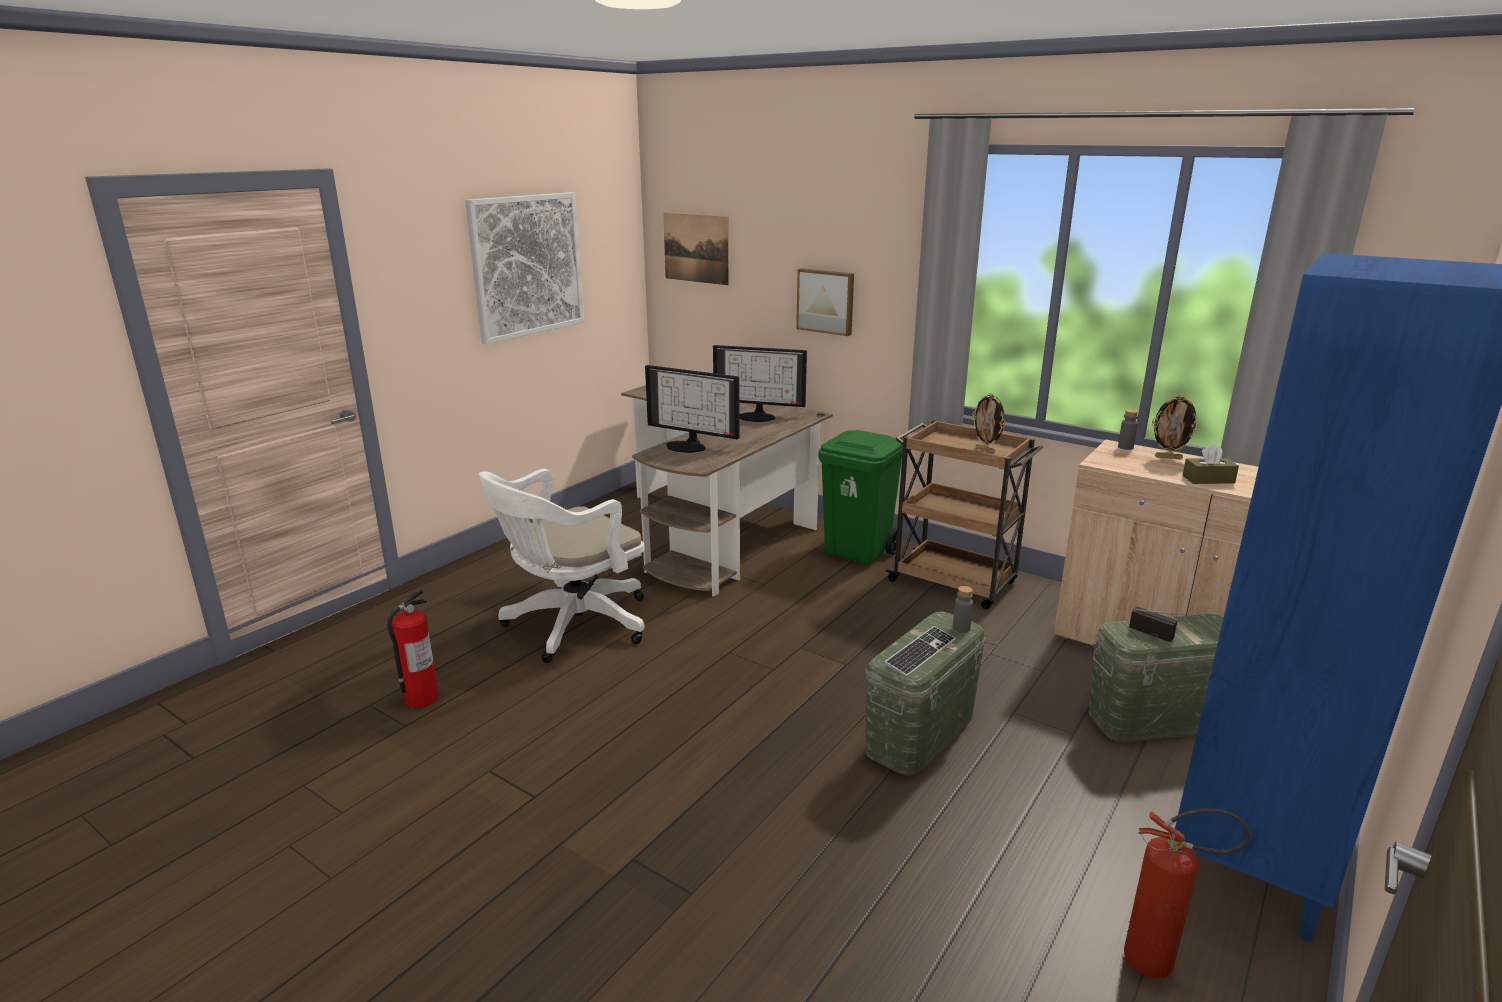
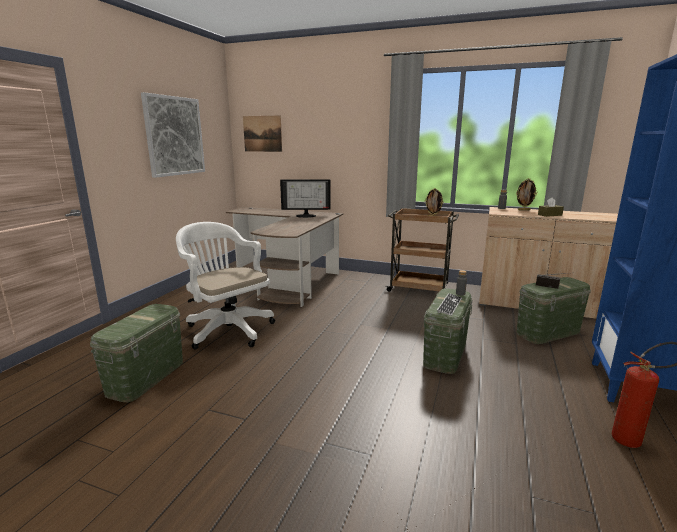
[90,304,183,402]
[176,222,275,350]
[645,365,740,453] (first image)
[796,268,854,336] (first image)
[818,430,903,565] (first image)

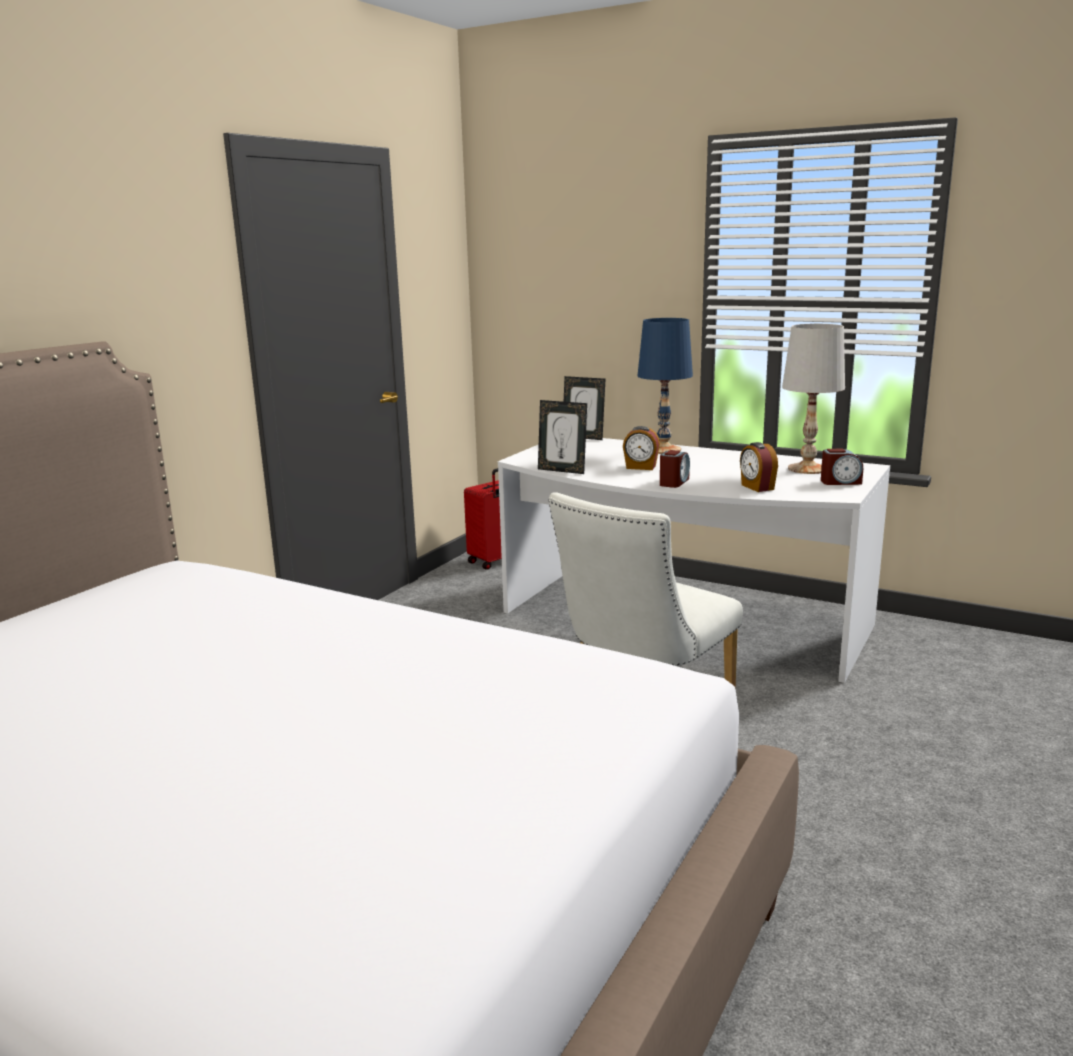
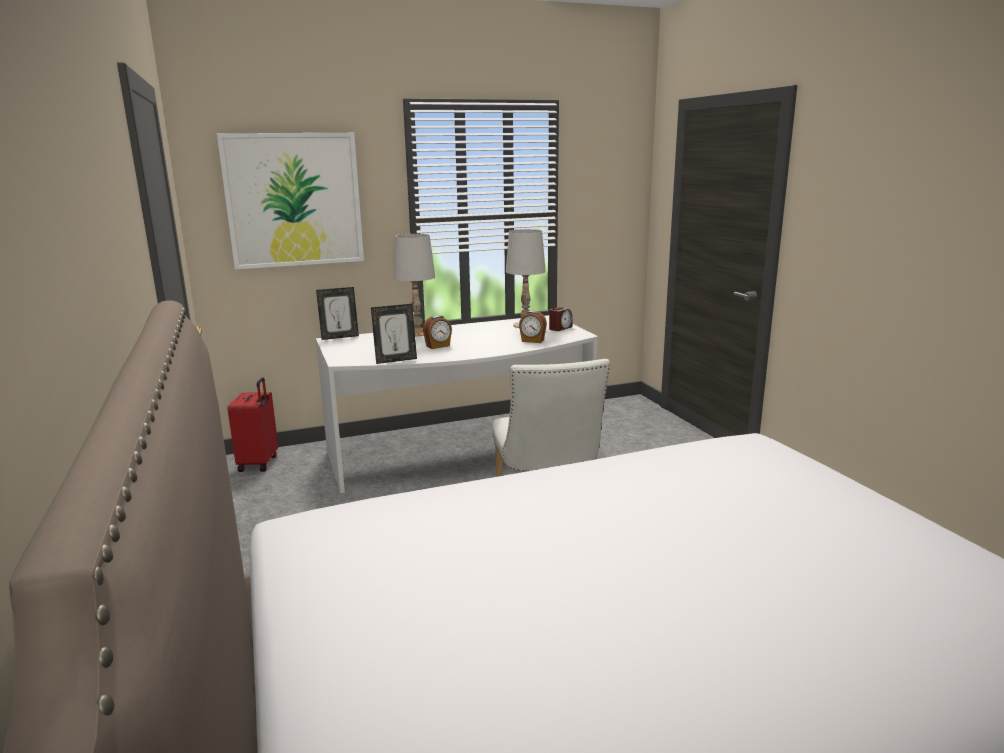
[217,133,364,269]
[394,234,435,336]
[660,450,690,488] (first image)

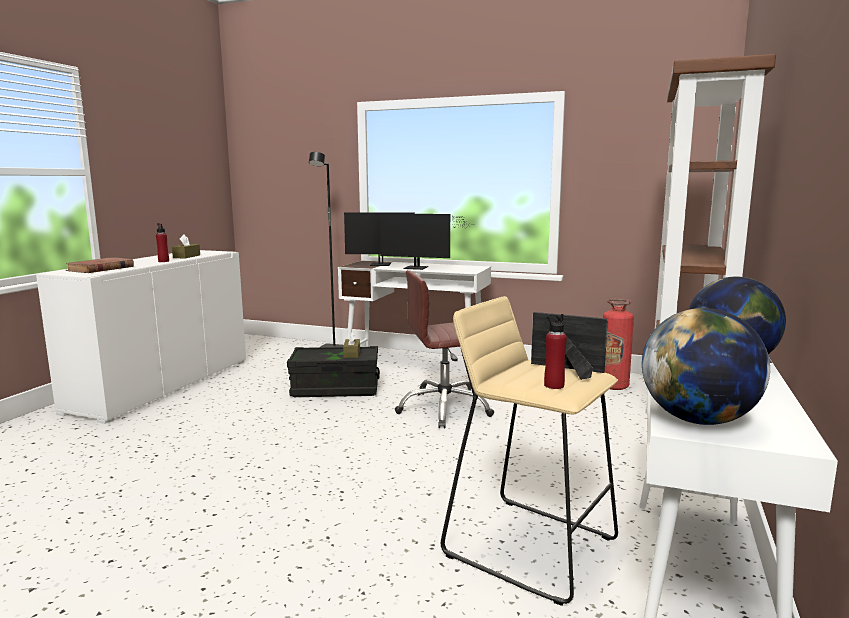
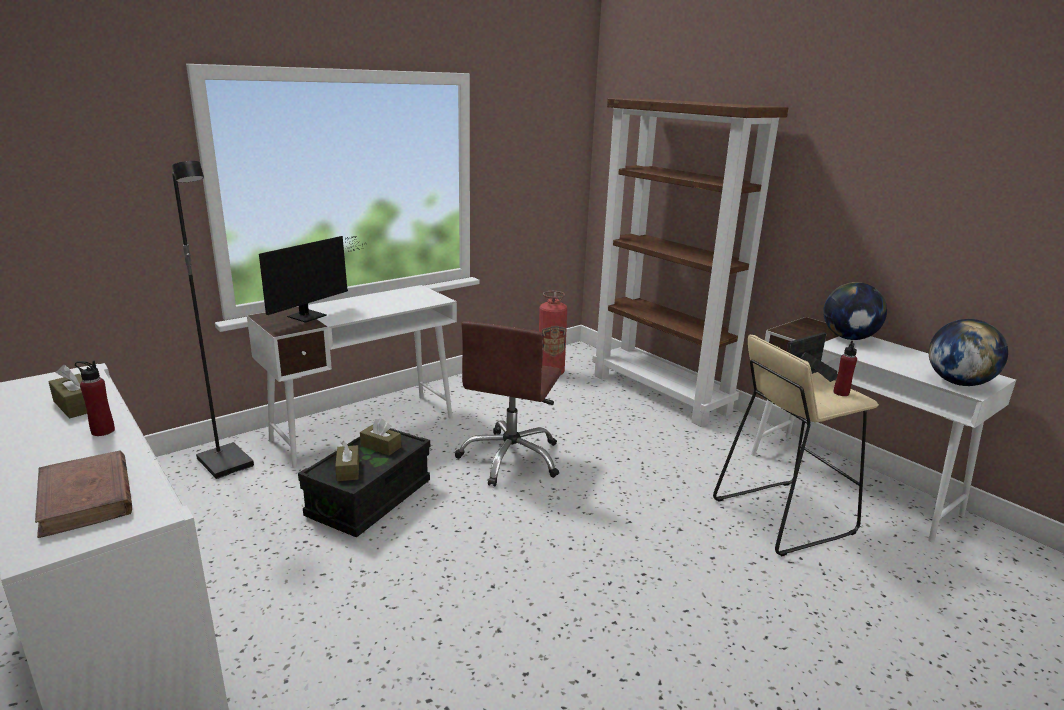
[335,441,359,481]
[380,213,472,270] (first image)

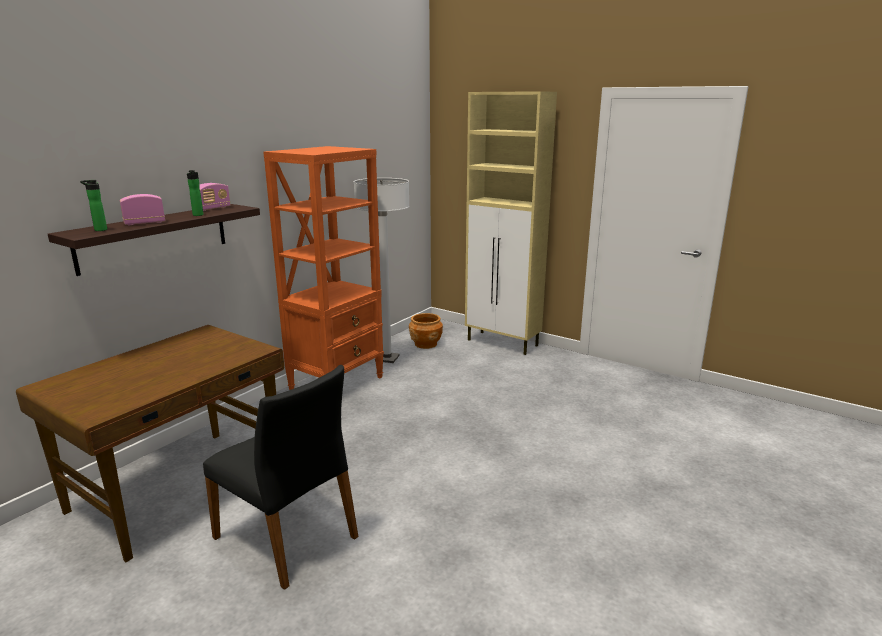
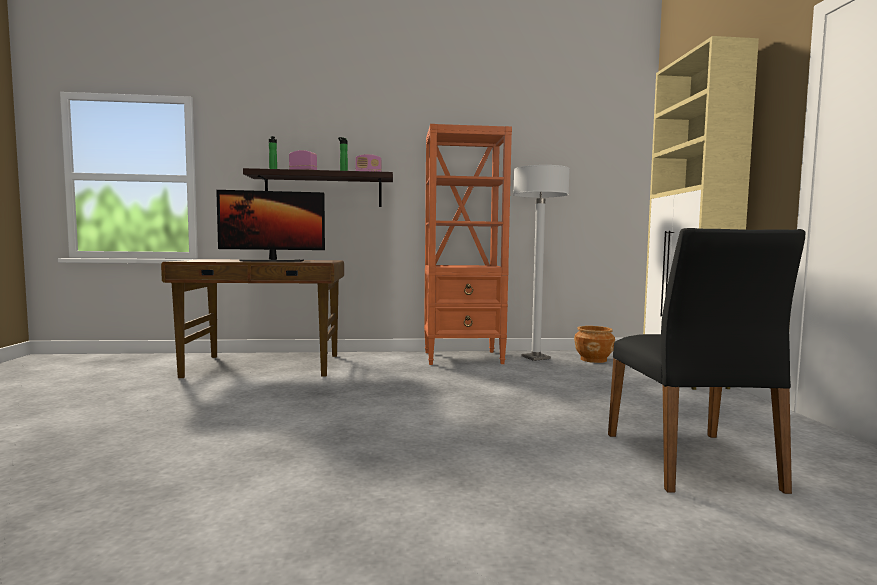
[216,190,325,262]
[608,228,805,494]

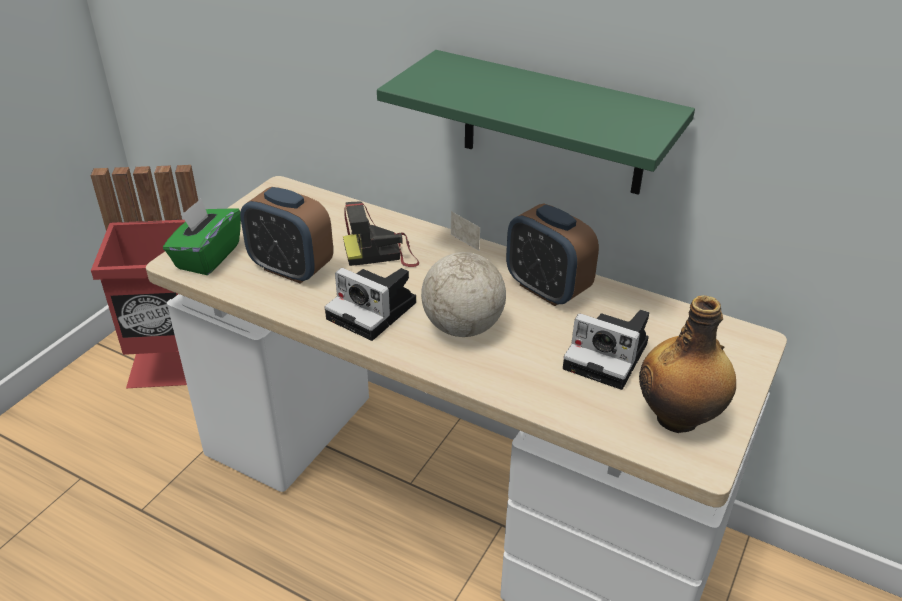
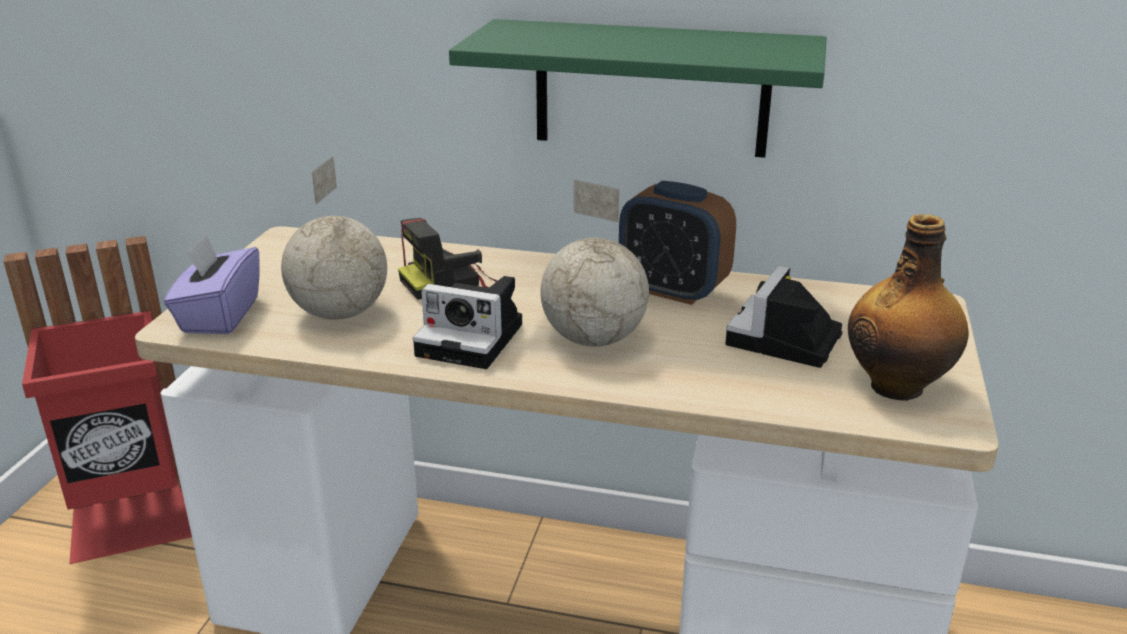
[164,234,260,334]
[281,156,387,320]
[725,266,842,368]

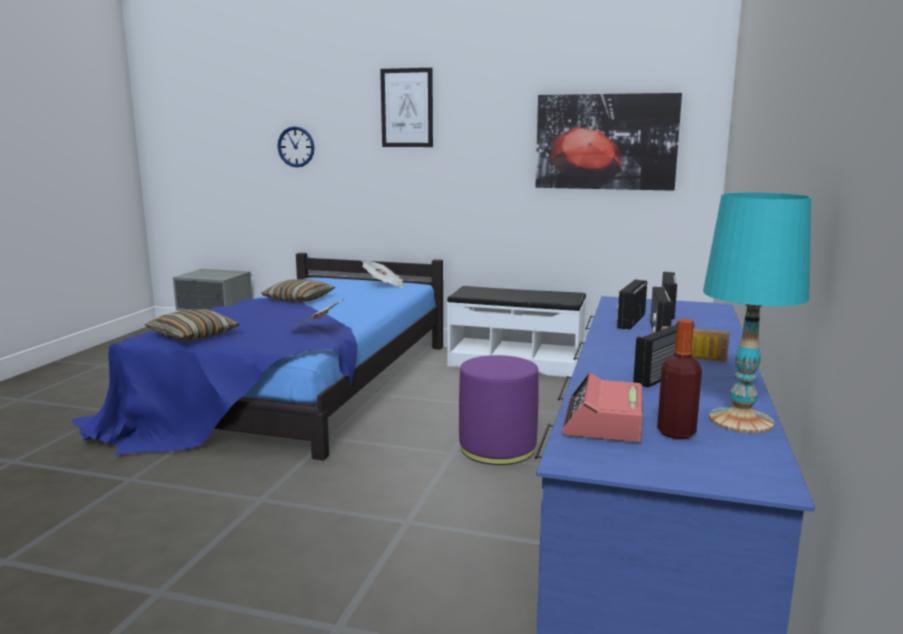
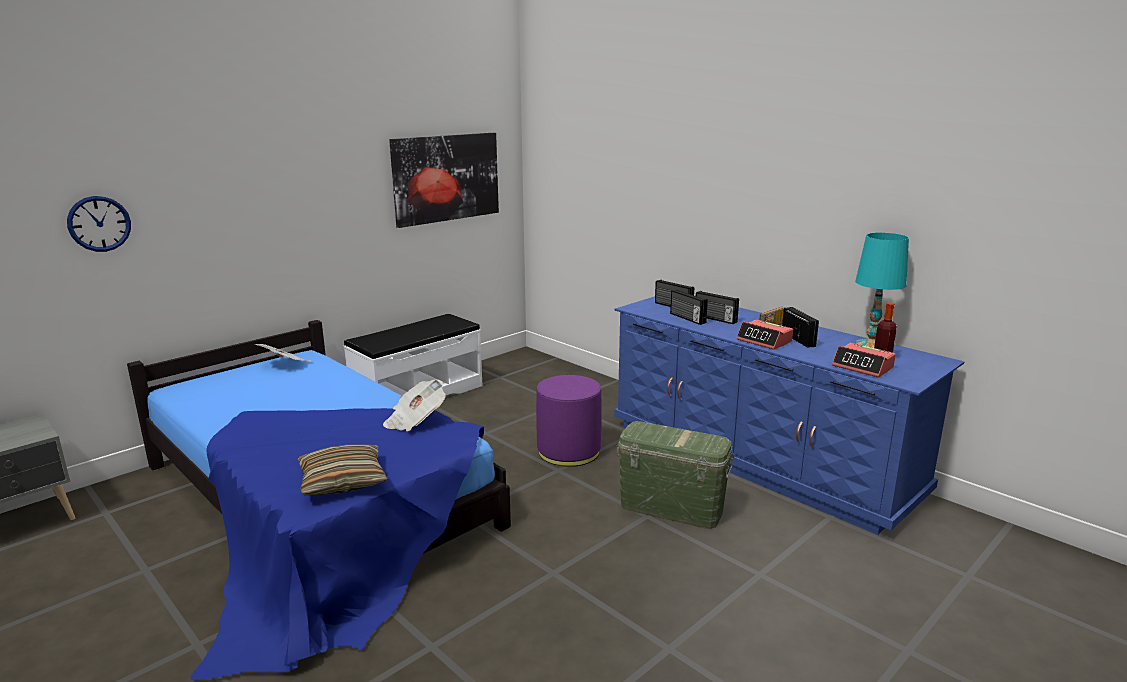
[616,421,735,529]
[736,320,793,350]
[261,279,335,302] (first image)
[380,68,433,147] (first image)

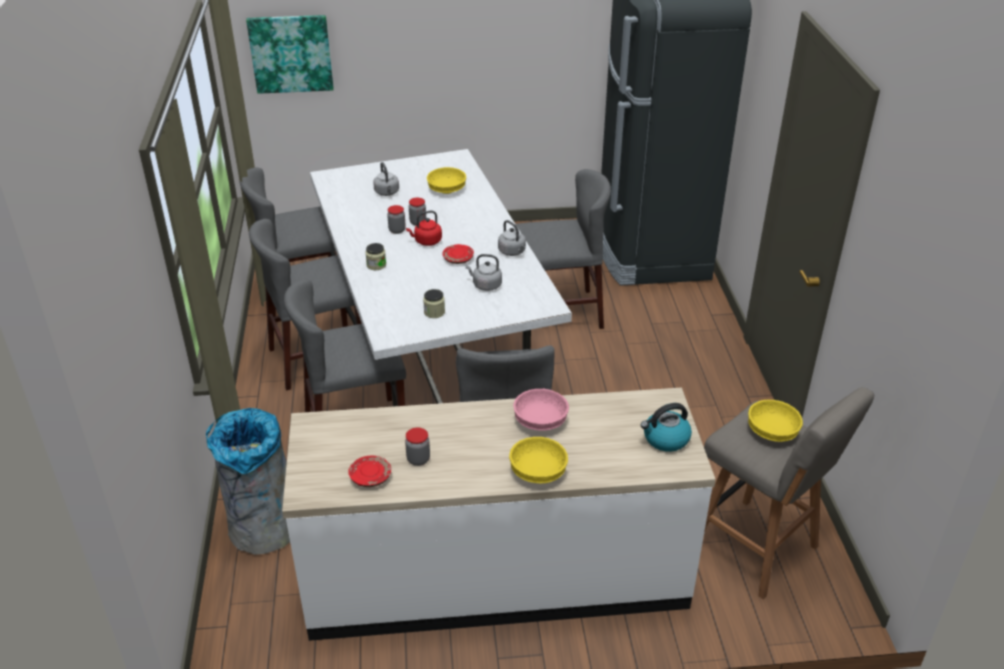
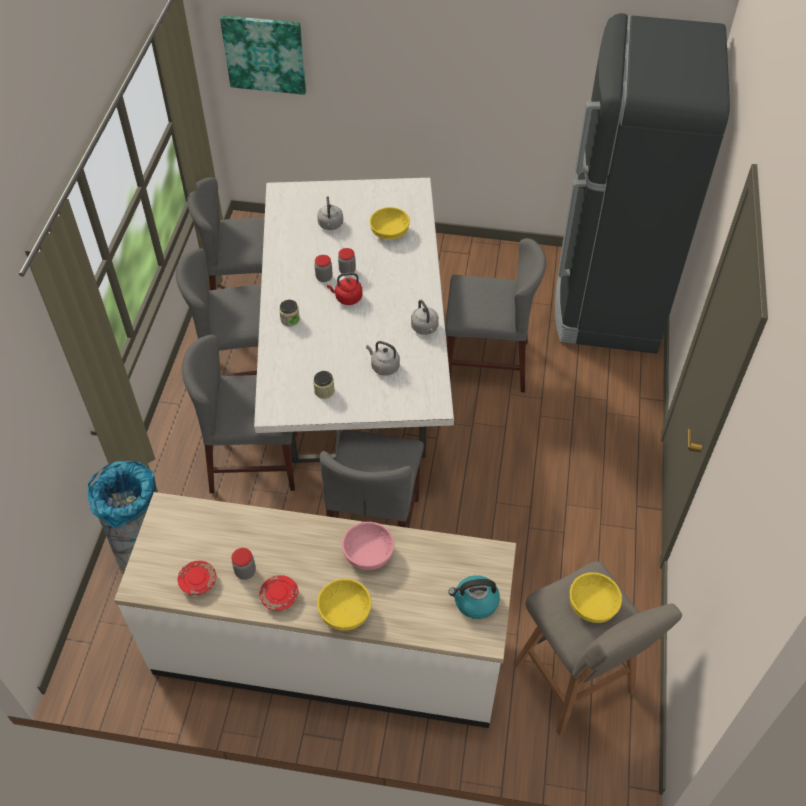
[259,575,298,611]

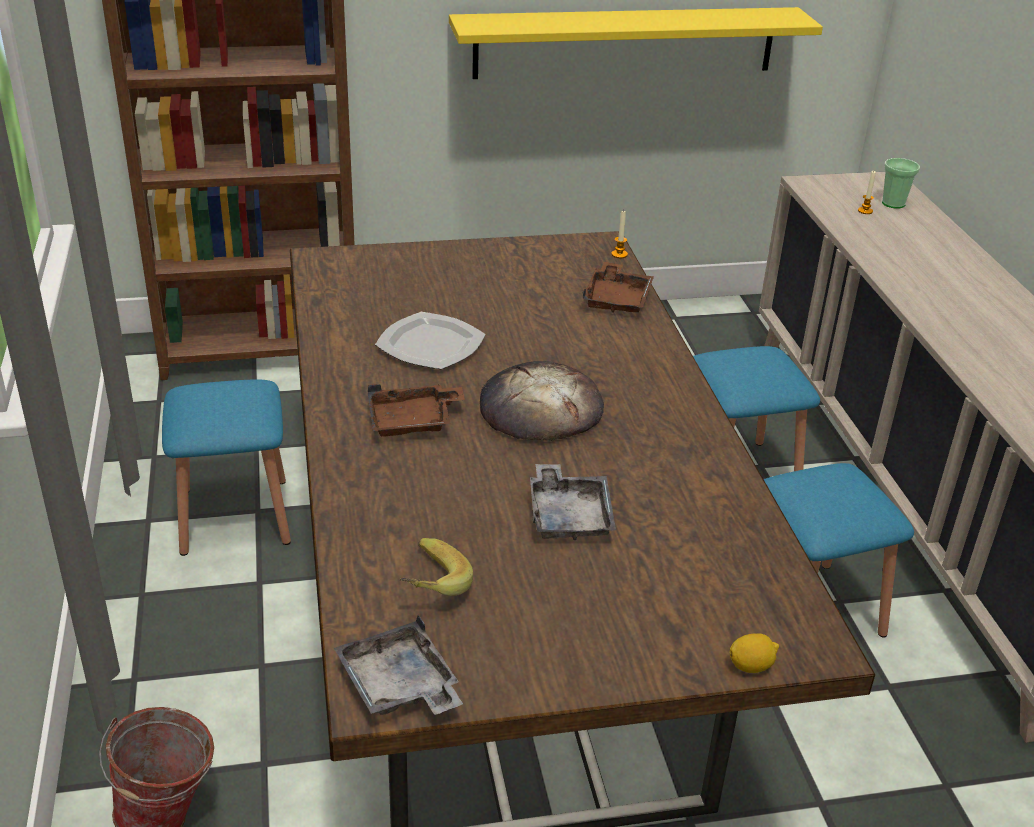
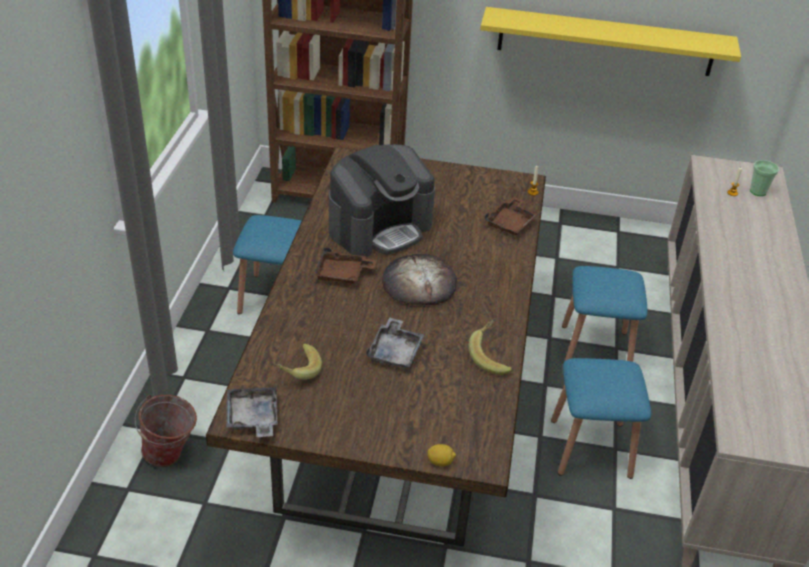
[329,144,435,257]
[469,318,512,375]

